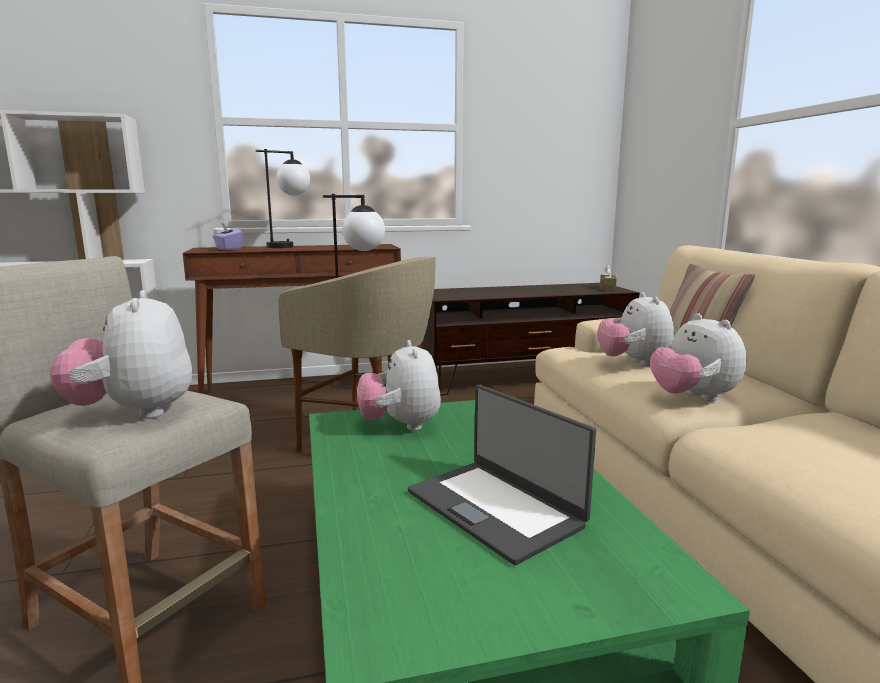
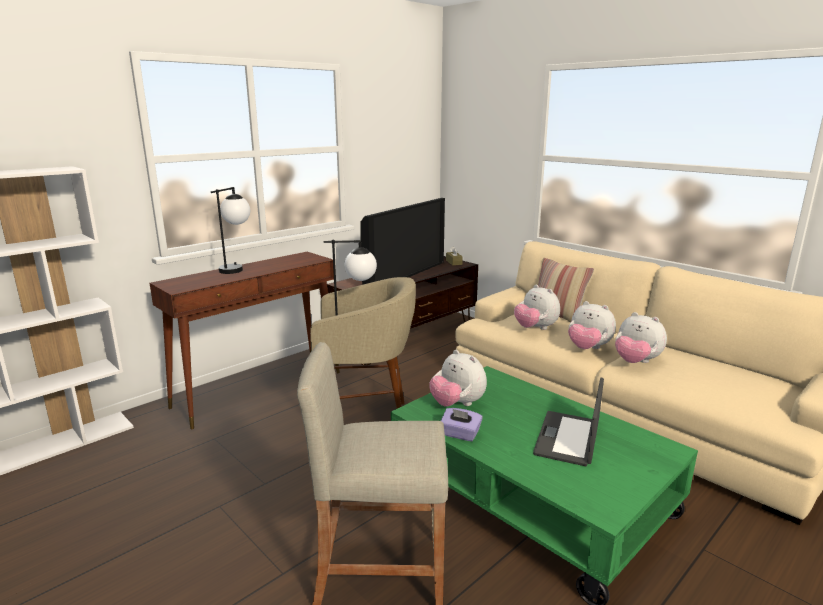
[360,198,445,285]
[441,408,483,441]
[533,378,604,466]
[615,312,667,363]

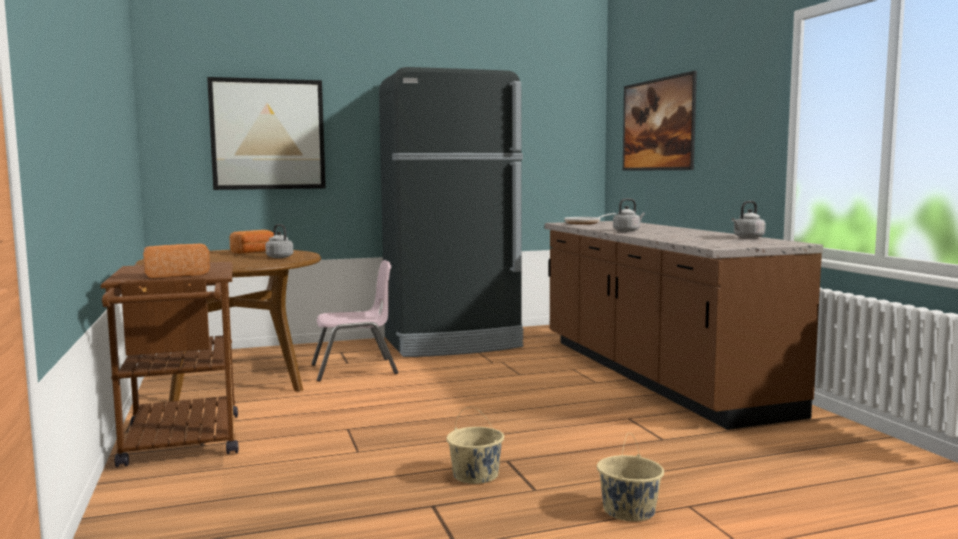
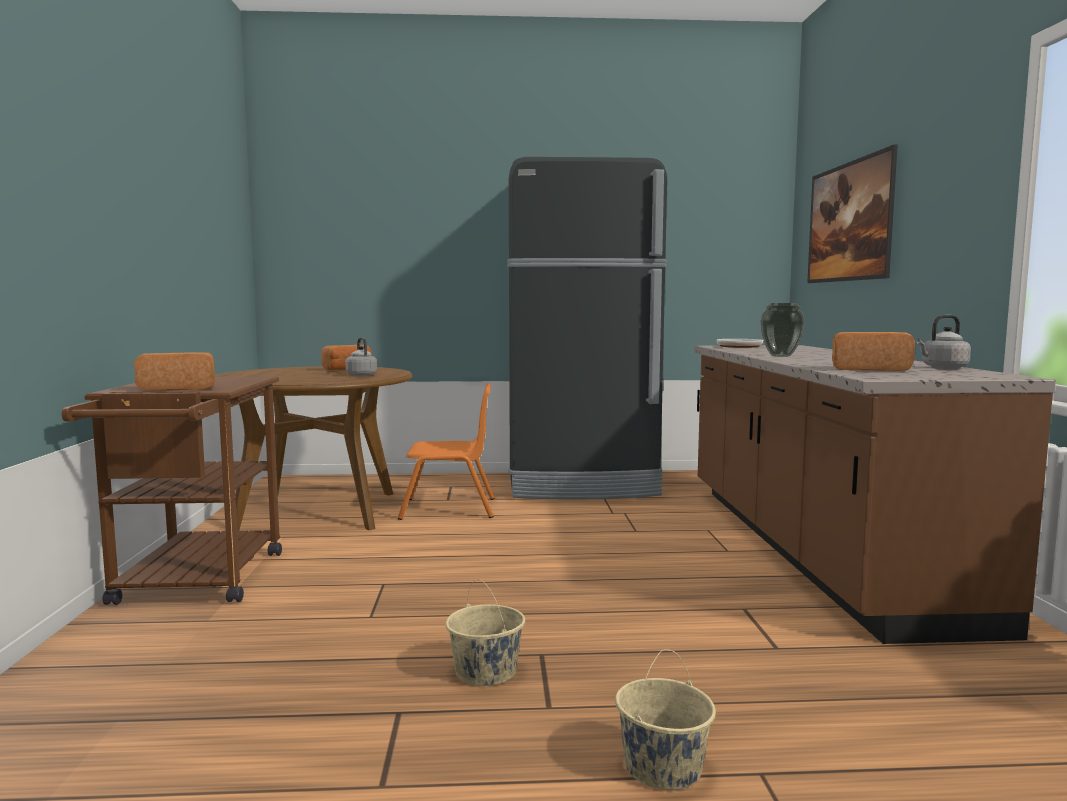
[398,383,495,520]
[760,303,805,357]
[832,332,915,371]
[207,77,326,190] (first image)

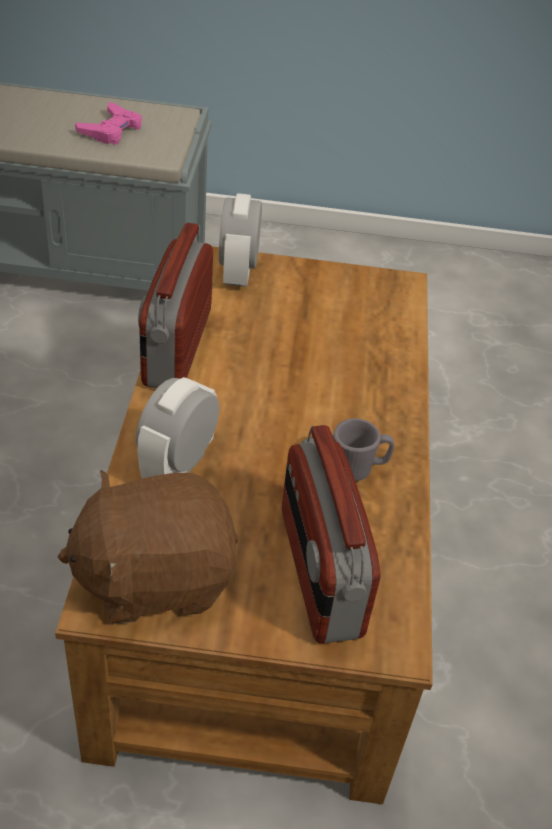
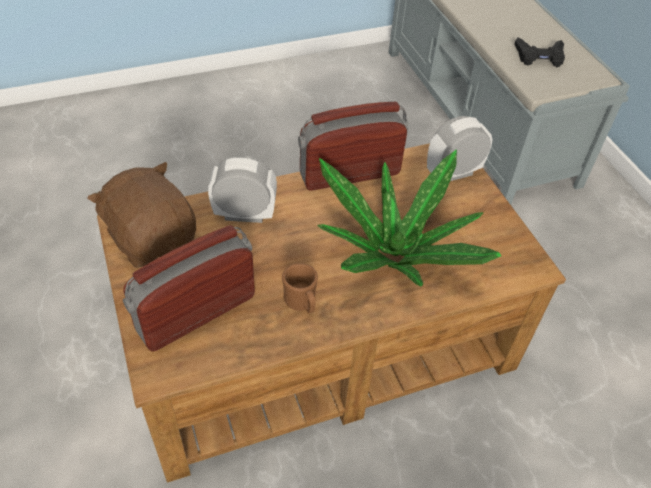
[282,263,318,313]
[317,149,501,287]
[514,37,565,67]

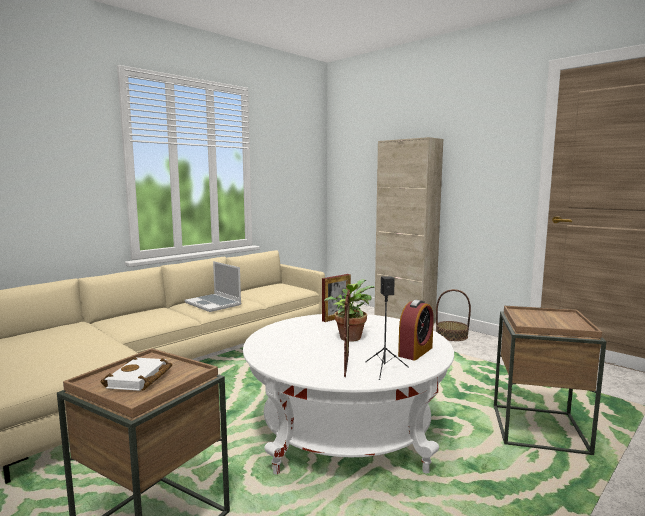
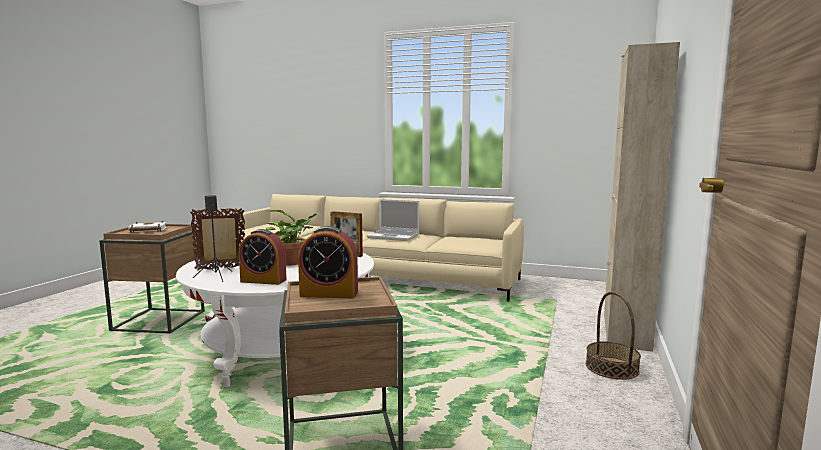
[298,226,358,298]
[367,199,419,241]

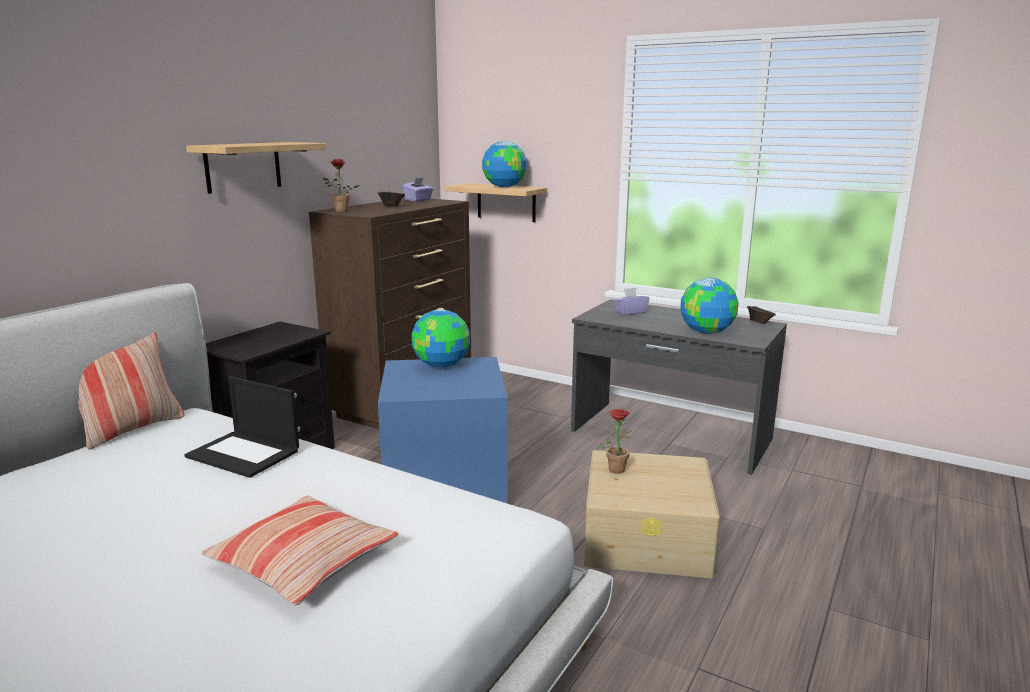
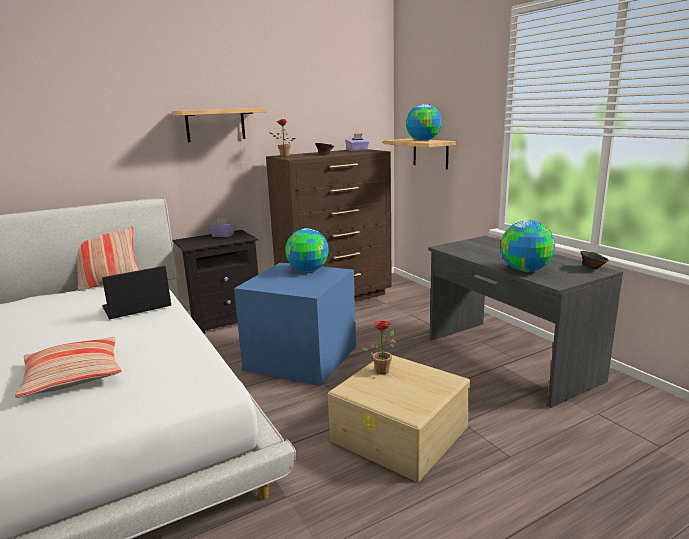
[102,266,171,319]
[208,218,235,237]

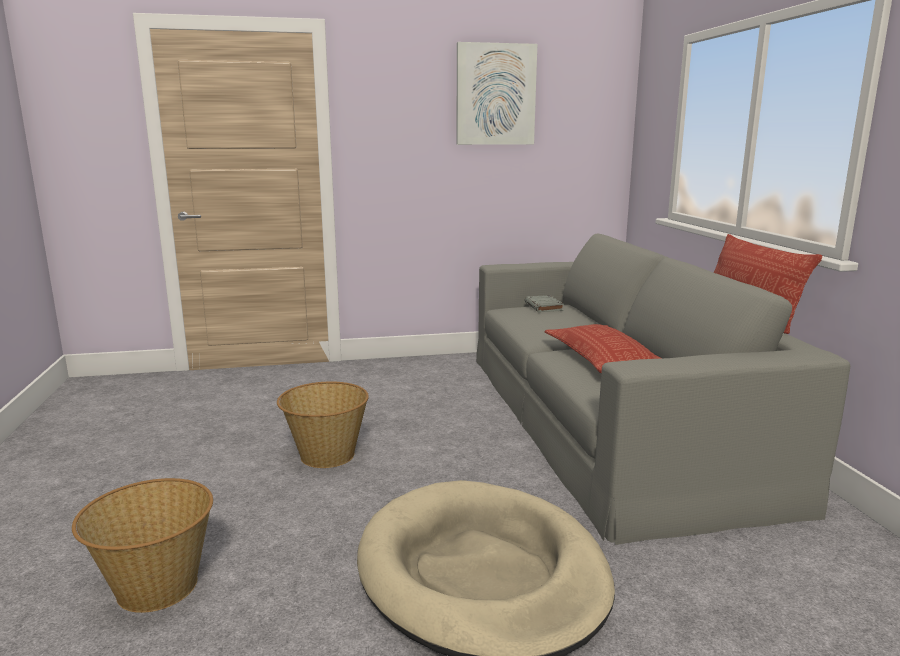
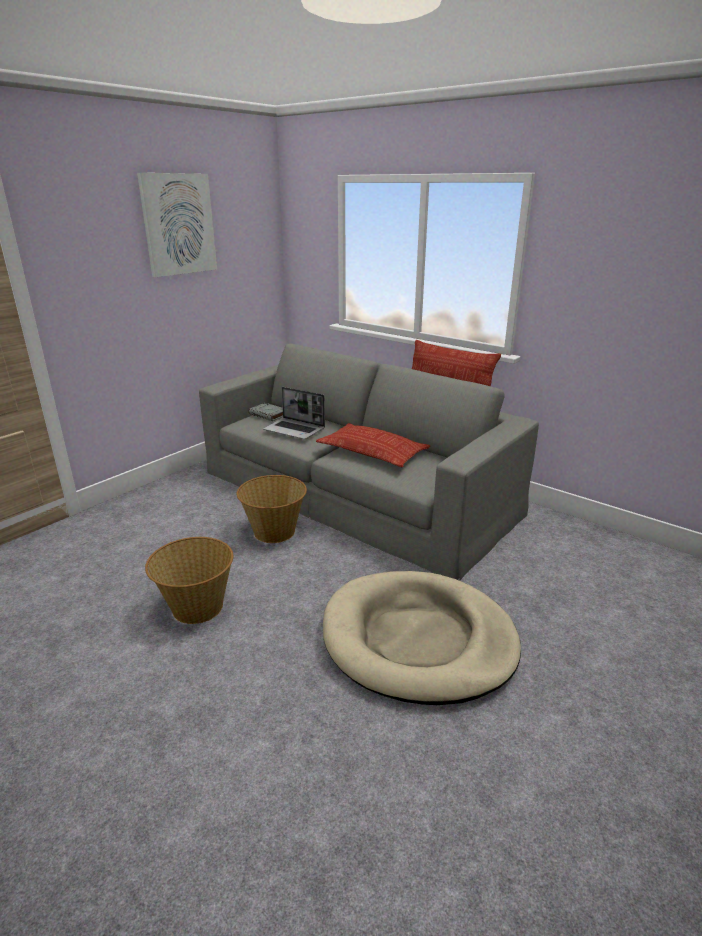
[237,475,307,543]
[263,387,325,439]

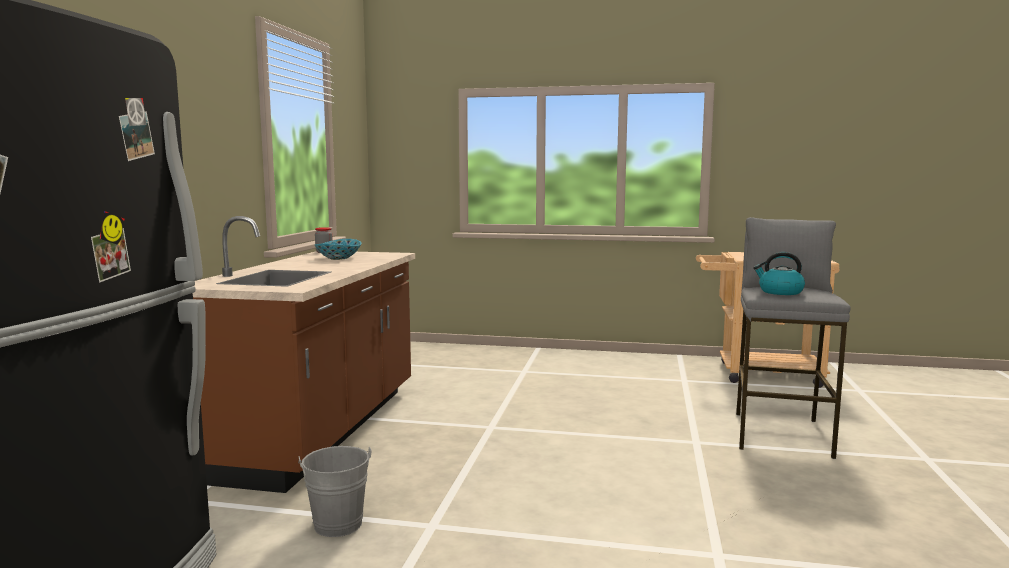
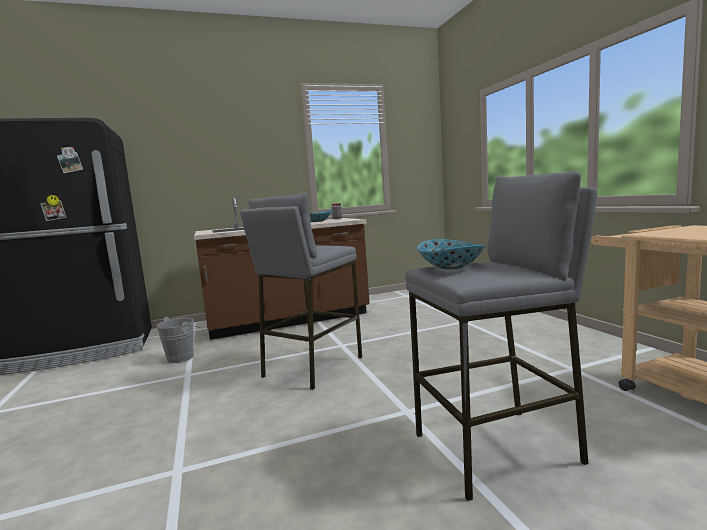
[241,193,362,390]
[417,239,485,270]

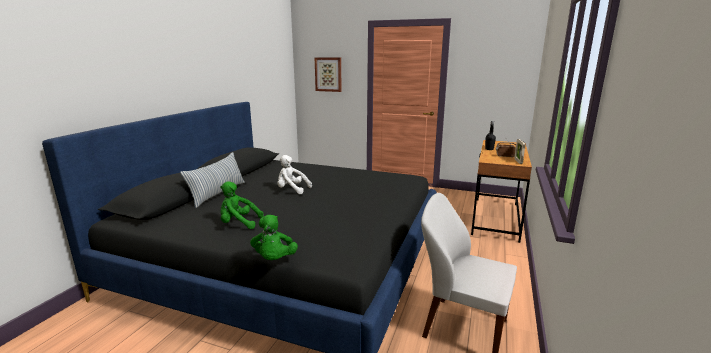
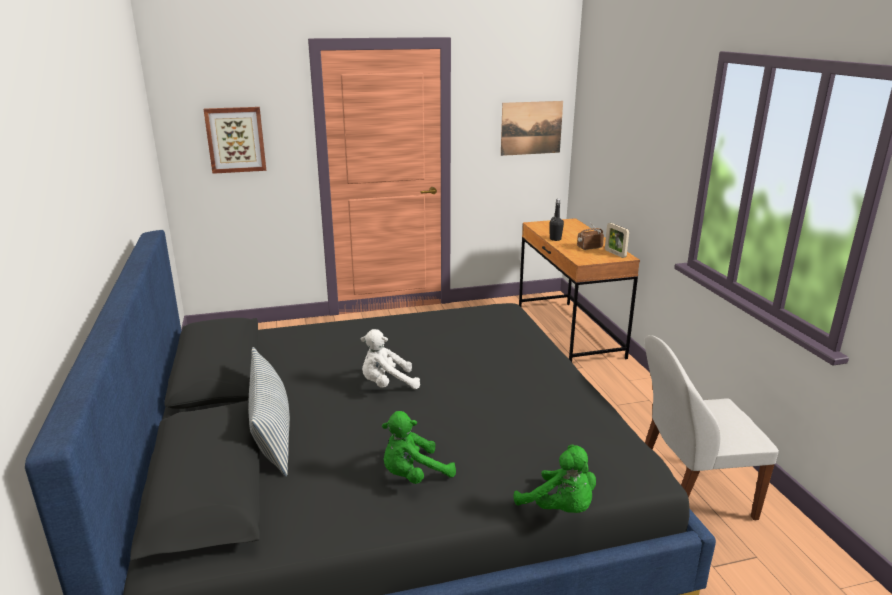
[501,101,563,156]

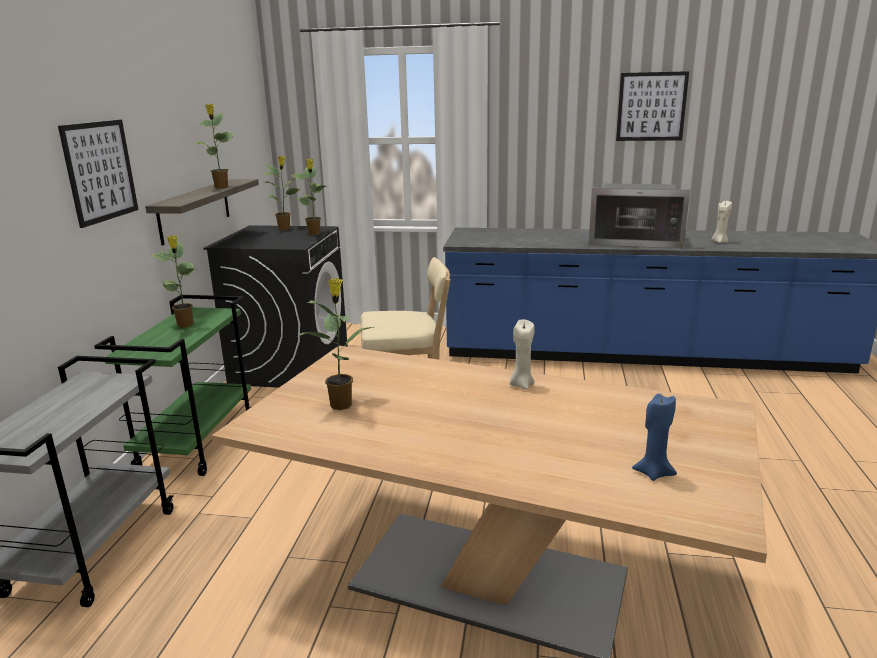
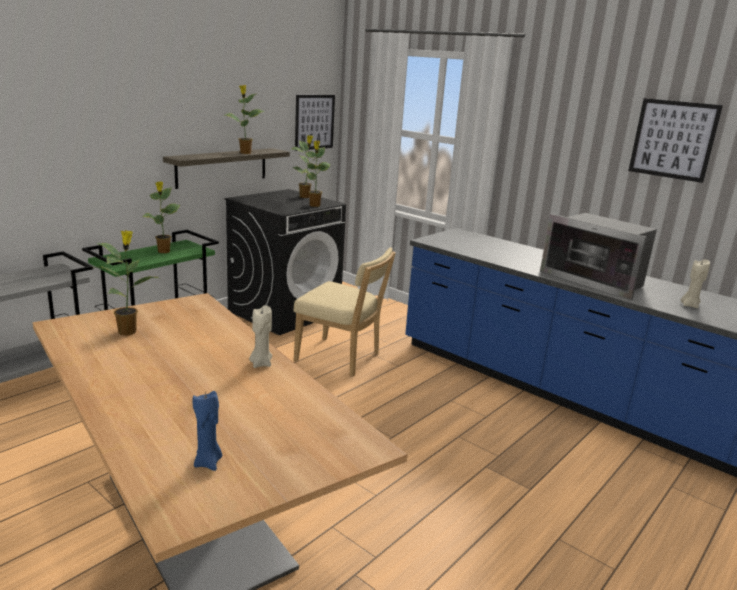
[295,95,335,151]

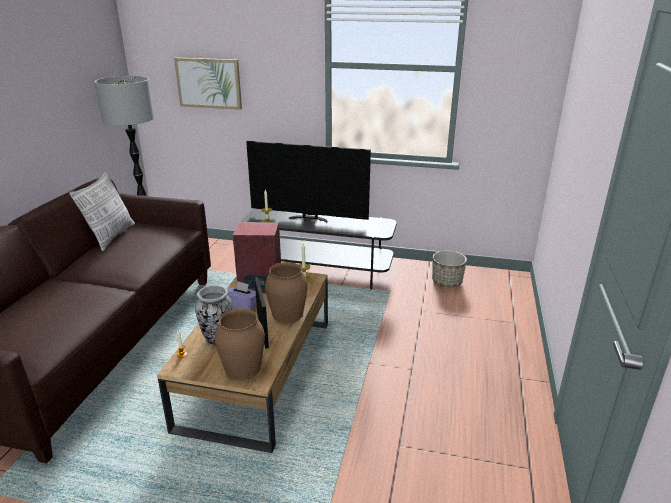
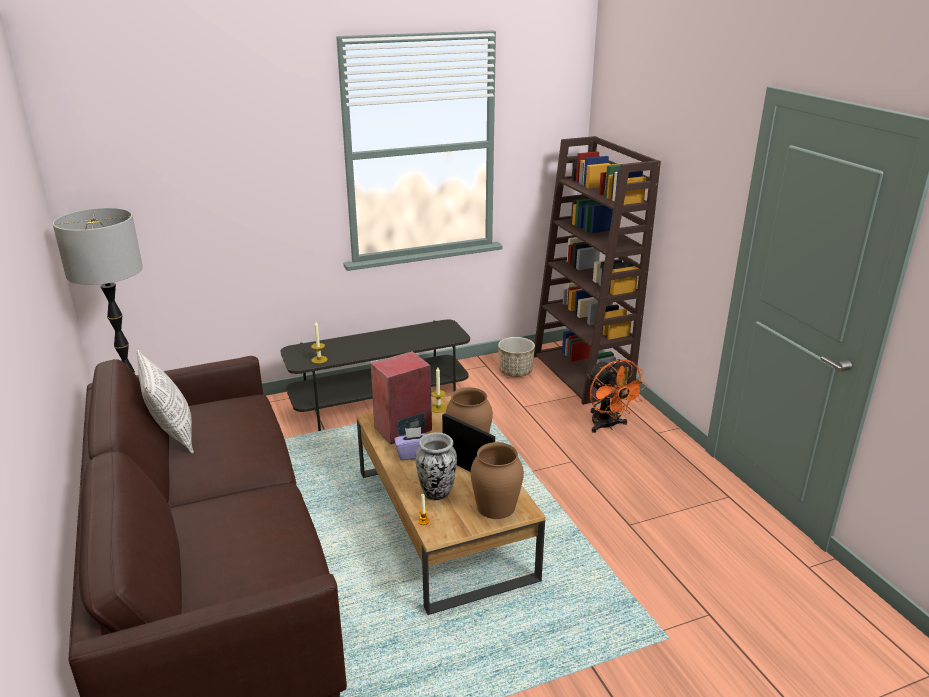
[534,136,661,405]
[587,359,648,433]
[174,58,242,110] (first image)
[246,141,371,222] (first image)

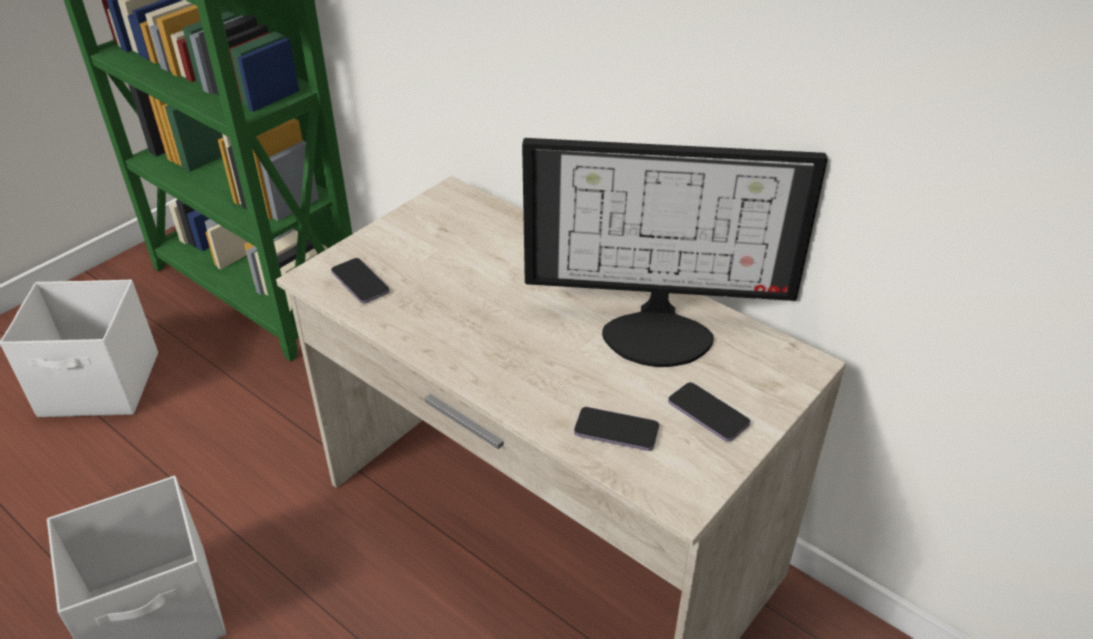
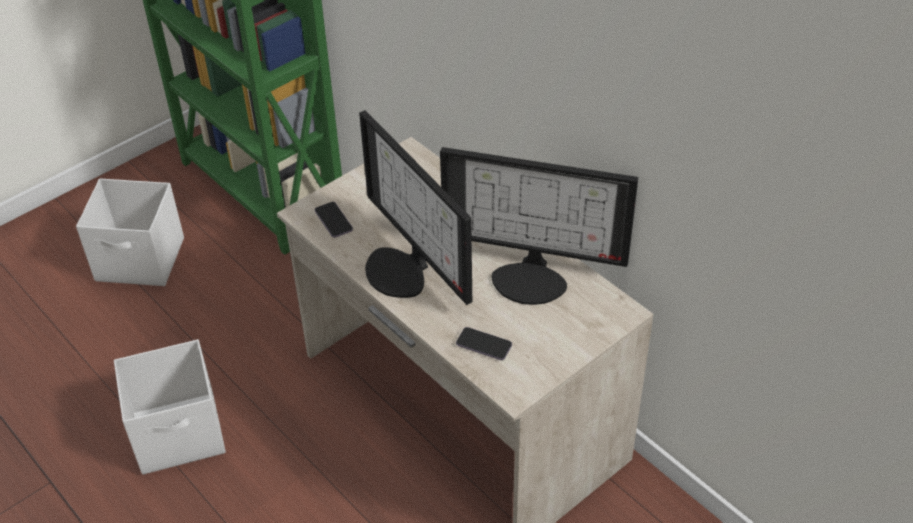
[359,110,472,305]
[668,382,750,442] (first image)

